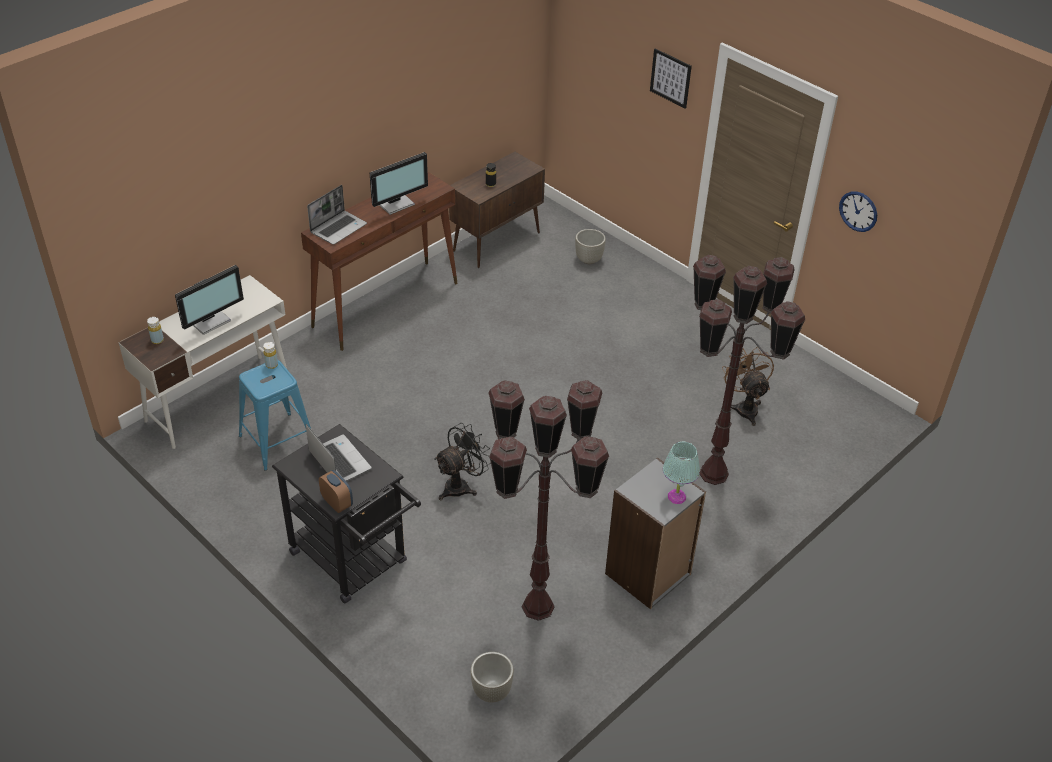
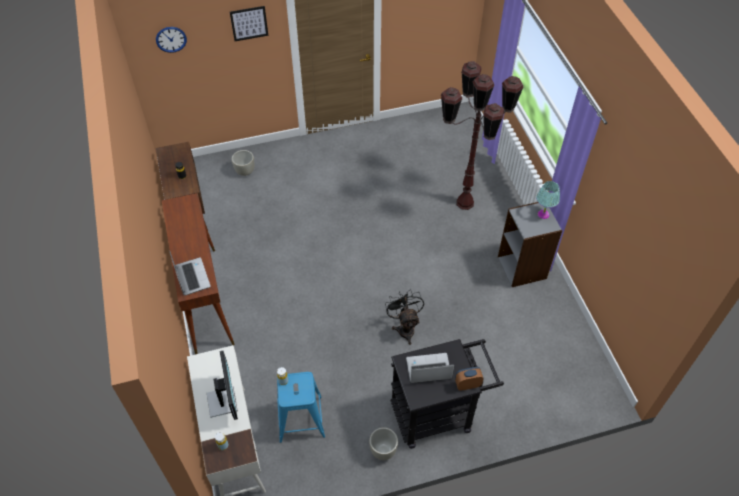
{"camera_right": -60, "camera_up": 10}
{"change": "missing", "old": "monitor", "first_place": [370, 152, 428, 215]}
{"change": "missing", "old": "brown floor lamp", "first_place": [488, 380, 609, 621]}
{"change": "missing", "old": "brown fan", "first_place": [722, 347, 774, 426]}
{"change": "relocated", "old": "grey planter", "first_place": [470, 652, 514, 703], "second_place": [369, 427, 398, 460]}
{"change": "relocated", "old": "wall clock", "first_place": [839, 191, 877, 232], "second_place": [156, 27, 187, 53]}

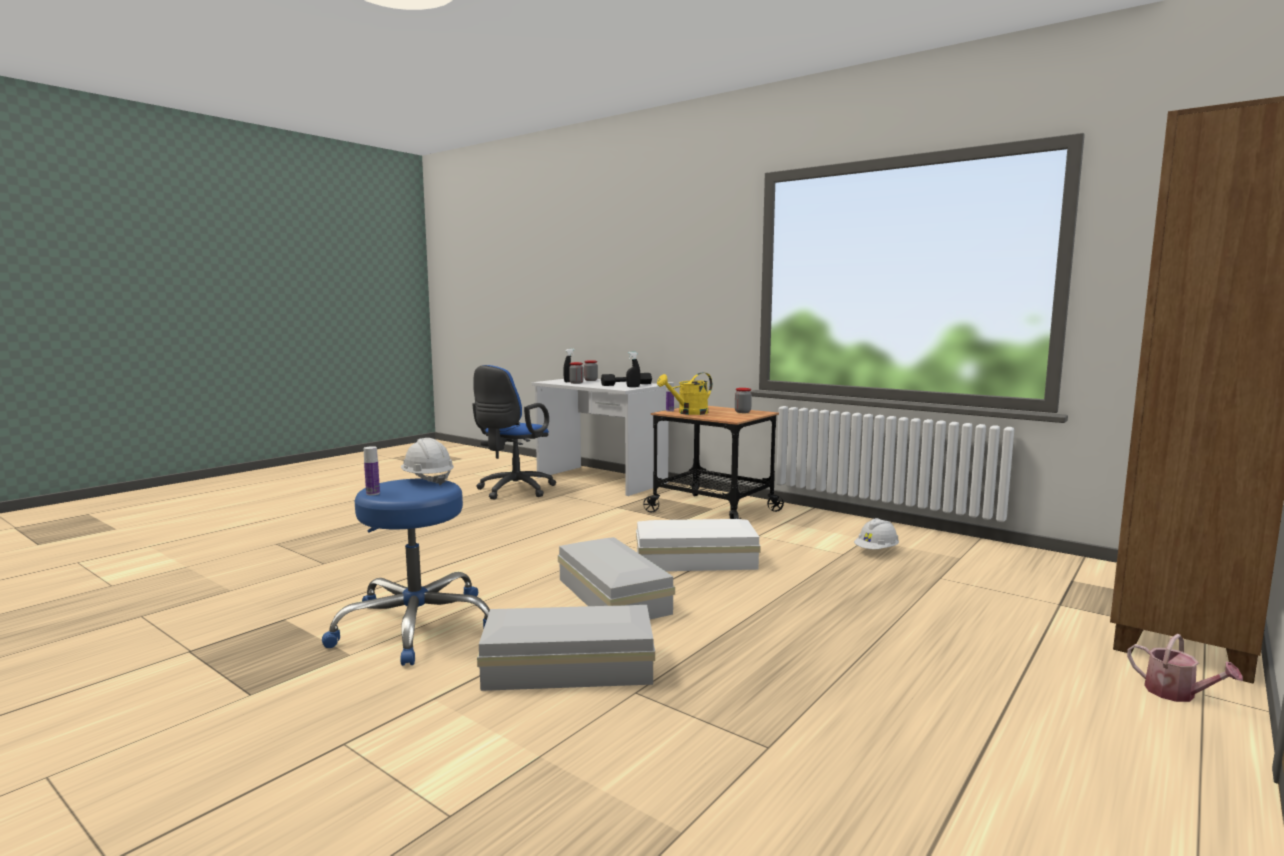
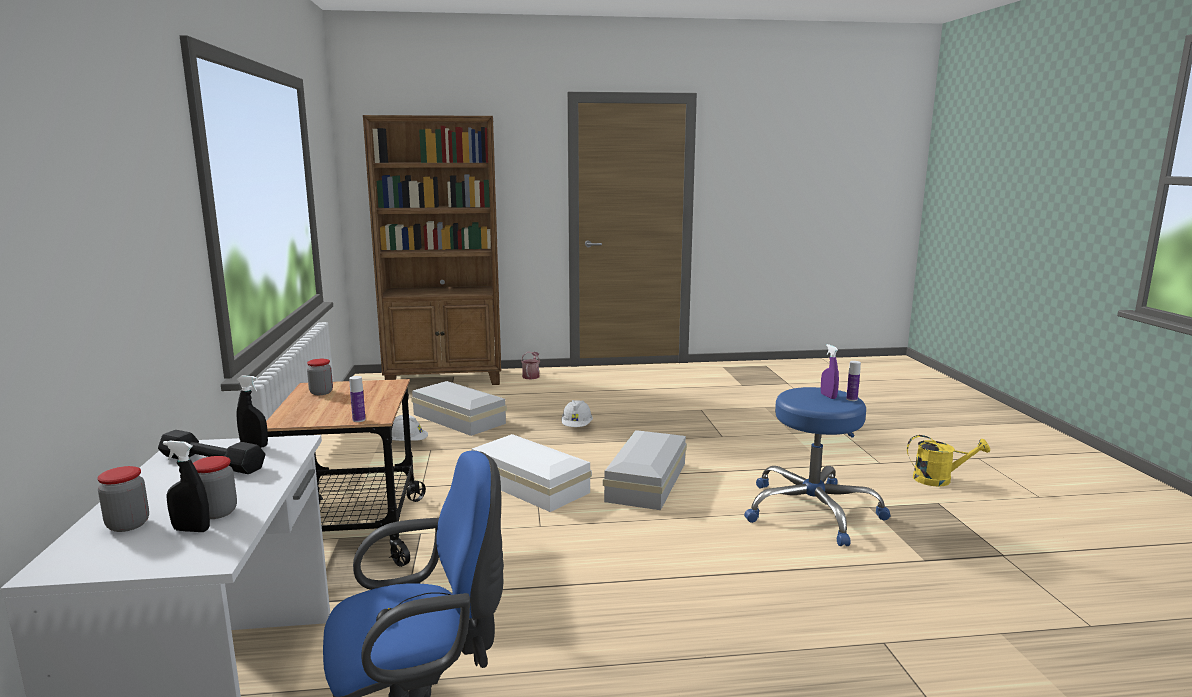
{"camera_right": -135, "camera_up": 5}
{"change": "appeared", "new": "purple spray bottle", "second_place": [821, 344, 839, 399]}
{"change": "relocated", "old": "white hard hat", "first_place": [401, 438, 454, 485], "second_place": [561, 400, 593, 427]}
{"change": "relocated", "old": "white storage box", "first_place": [477, 605, 655, 691], "second_place": [411, 381, 507, 436]}
{"change": "relocated", "old": "yellow watering can", "first_place": [657, 372, 712, 415], "second_place": [907, 435, 990, 487]}

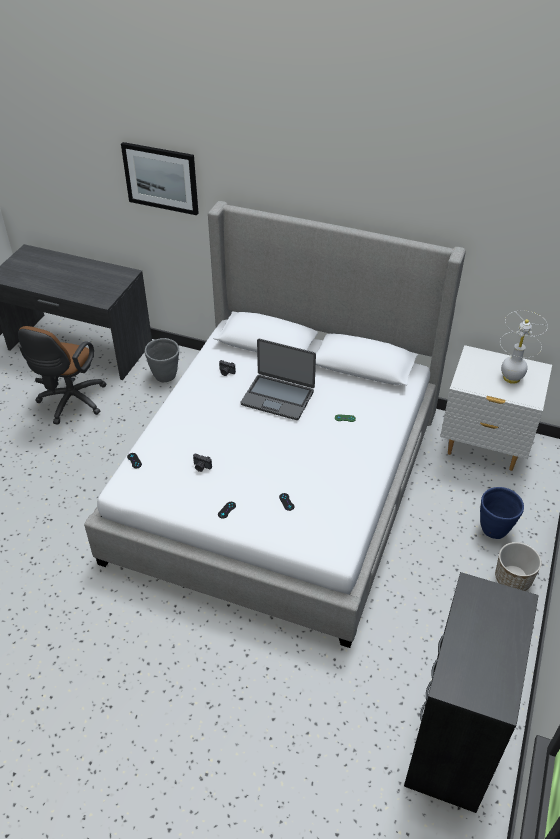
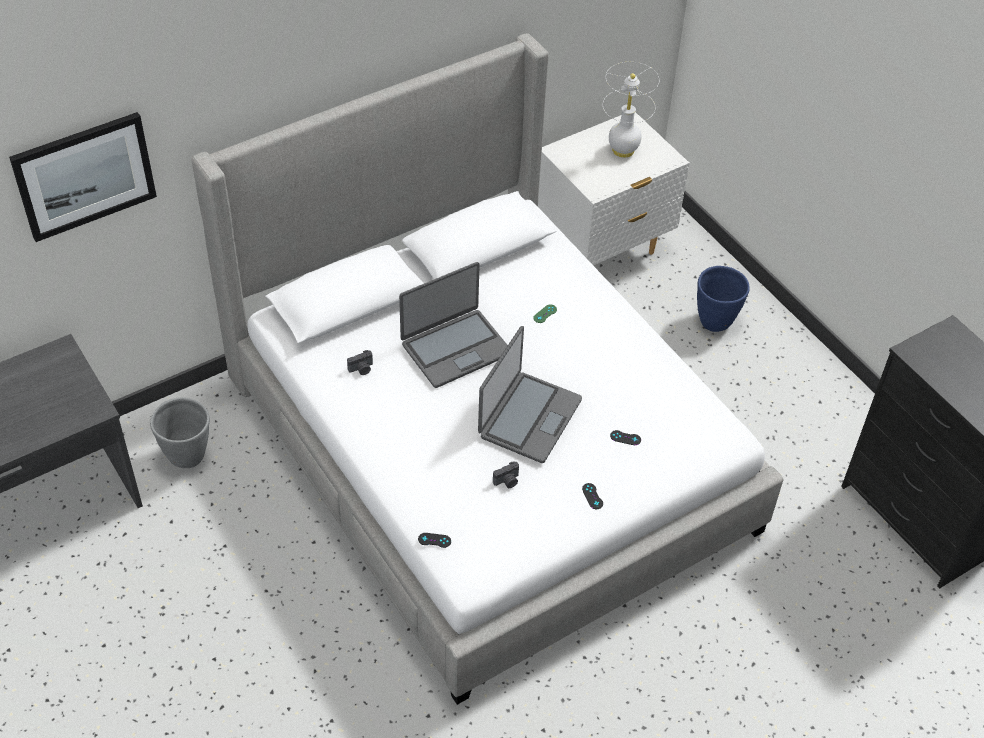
{"camera_right": -55, "camera_up": 5}
{"change": "missing", "old": "brown office chair", "first_place": [18, 326, 106, 425]}
{"change": "missing", "old": "planter", "first_place": [495, 542, 541, 591]}
{"change": "appeared", "new": "laptop", "second_place": [478, 326, 582, 463]}

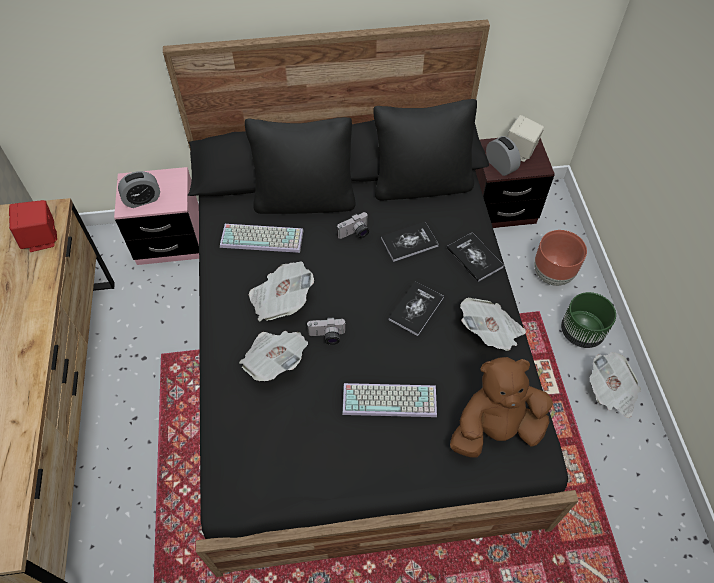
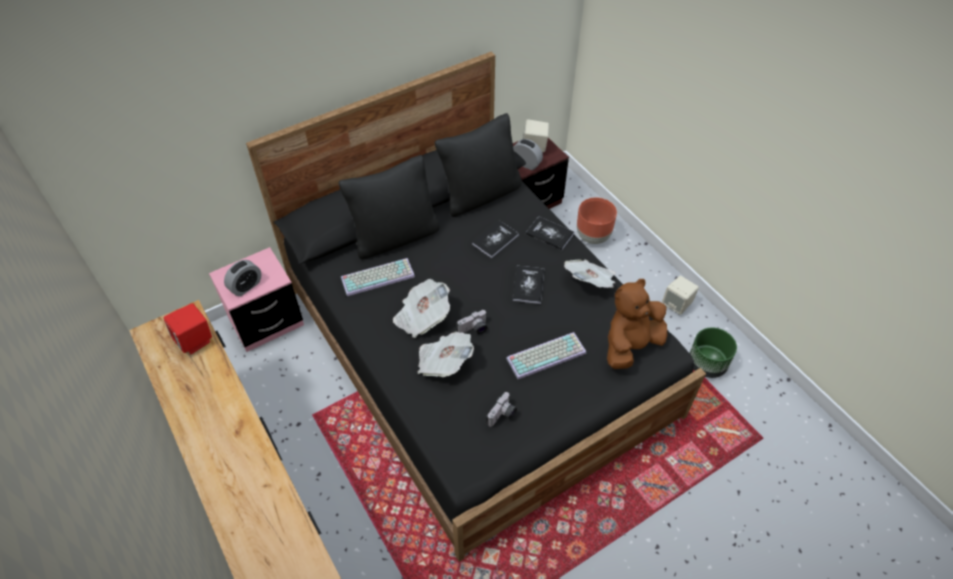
{"camera_right": -25, "camera_up": -5}
{"change": "relocated", "old": "photo camera", "first_place": [337, 212, 369, 239], "second_place": [486, 392, 517, 427]}
{"change": "relocated", "old": "green planter", "first_place": [561, 292, 616, 348], "second_place": [690, 327, 737, 378]}
{"change": "exchanged", "old": "newspaper", "new": "beige speaker", "first_place": [590, 352, 641, 418], "second_place": [662, 276, 699, 315]}

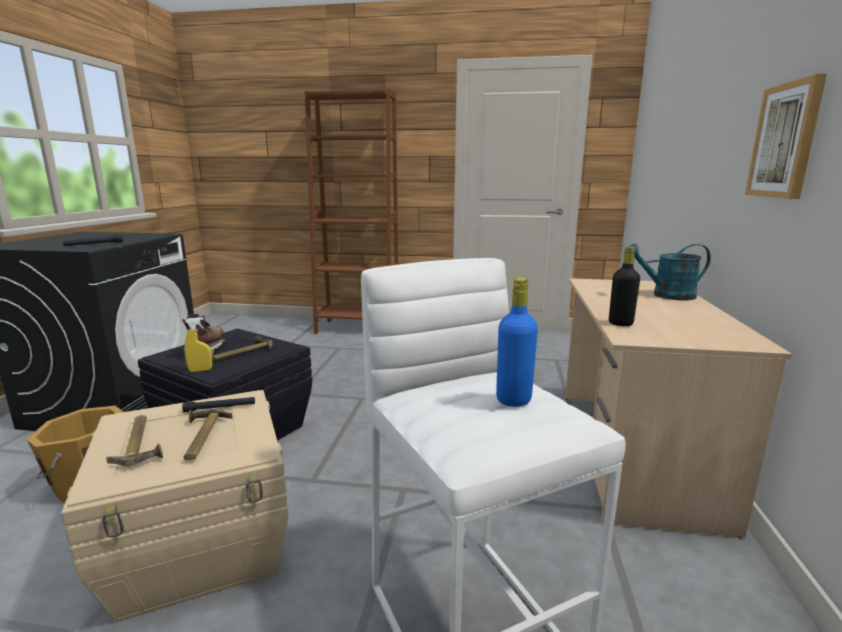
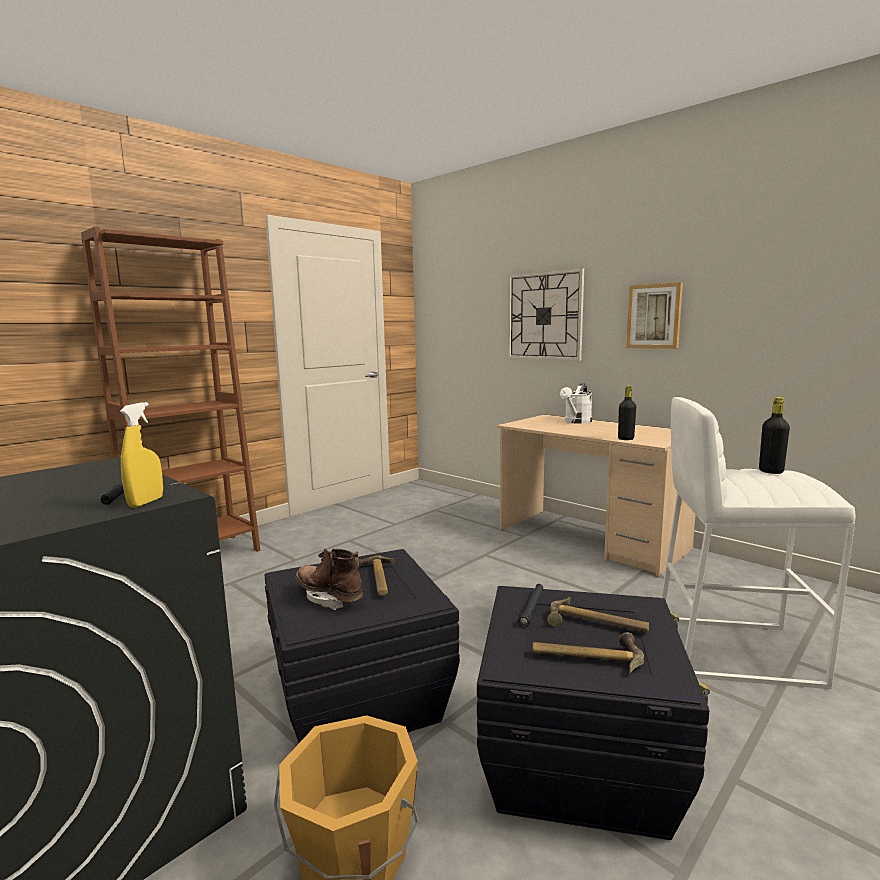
{"camera_right": -55, "camera_up": -5}
{"change": "appeared", "new": "wall clock", "second_place": [508, 268, 584, 361]}
{"change": "relocated", "old": "yellow spray bottle", "first_place": [184, 317, 212, 372], "second_place": [120, 402, 163, 507]}
{"change": "colour", "old": "beige storage box", "new": "black storage box", "first_place": [61, 390, 288, 622], "second_place": [477, 586, 710, 840]}
{"change": "colour", "old": "blue bottle", "new": "black bottle", "first_place": [496, 277, 538, 407], "second_place": [759, 397, 790, 474]}
{"change": "colour", "old": "turquoise watering can", "new": "white watering can", "first_place": [624, 244, 711, 300], "second_place": [560, 383, 592, 424]}

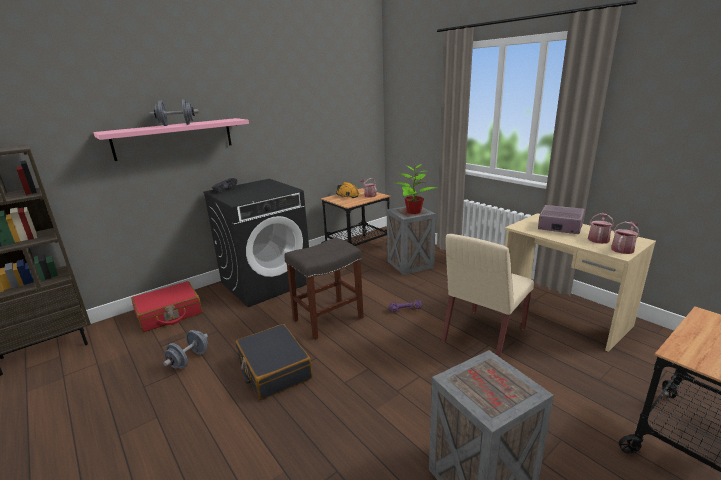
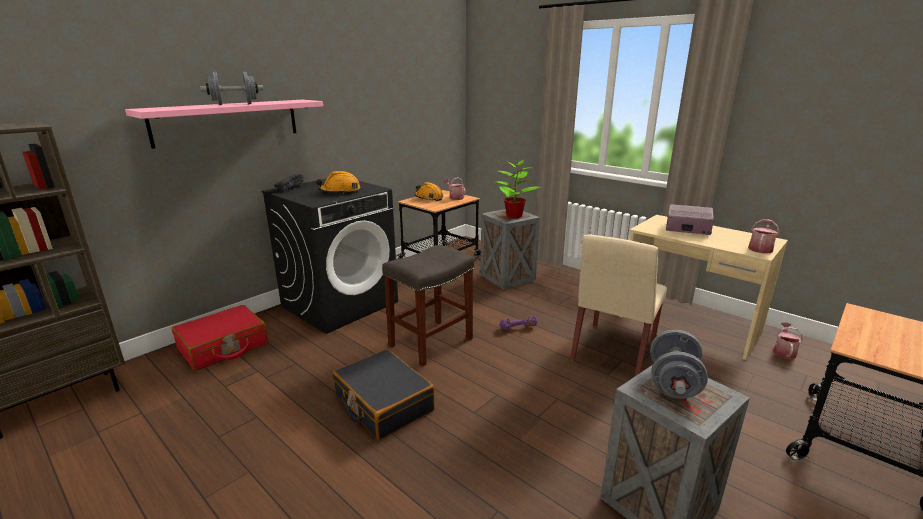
{"camera_right": -10, "camera_up": 0}
{"change": "appeared", "new": "orange hard hat", "second_place": [316, 171, 361, 194]}
{"change": "relocated", "old": "grey dumbbell", "first_place": [163, 330, 208, 369], "second_place": [650, 330, 708, 399]}
{"change": "relocated", "old": "watering can", "first_place": [588, 213, 614, 244], "second_place": [773, 322, 803, 359]}

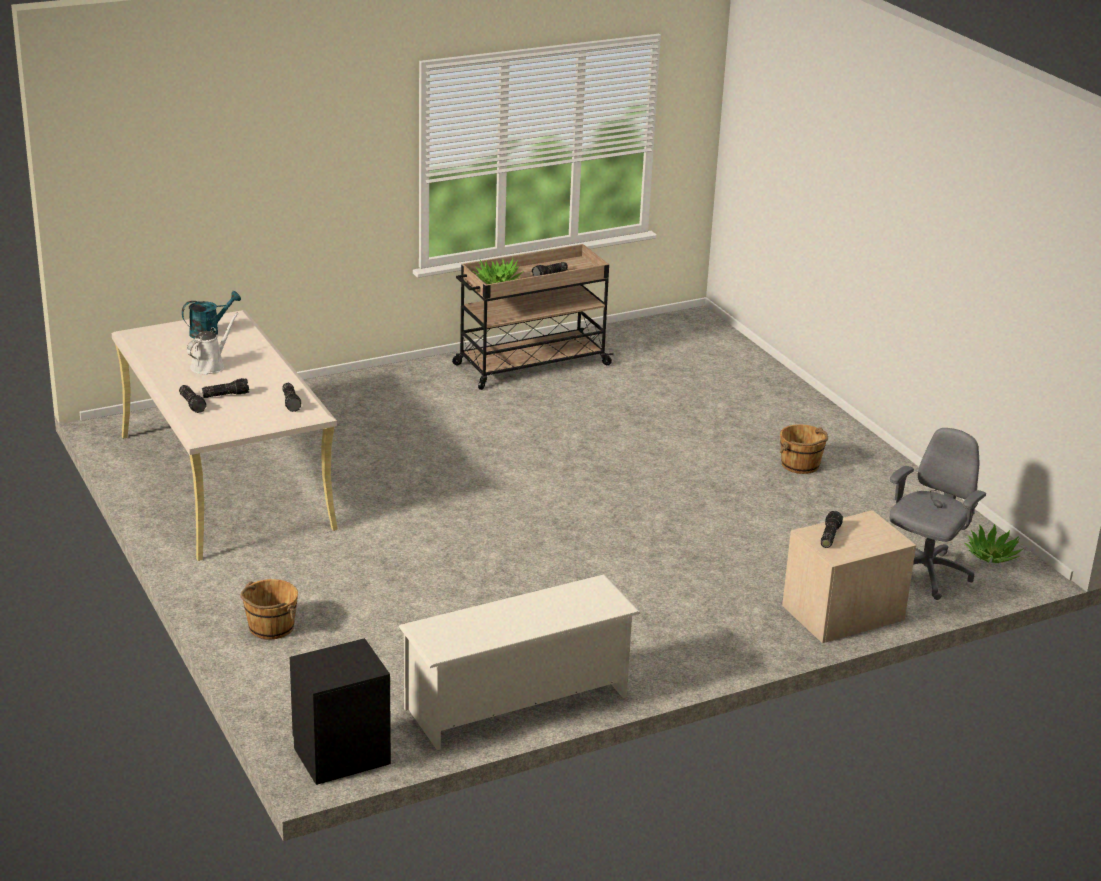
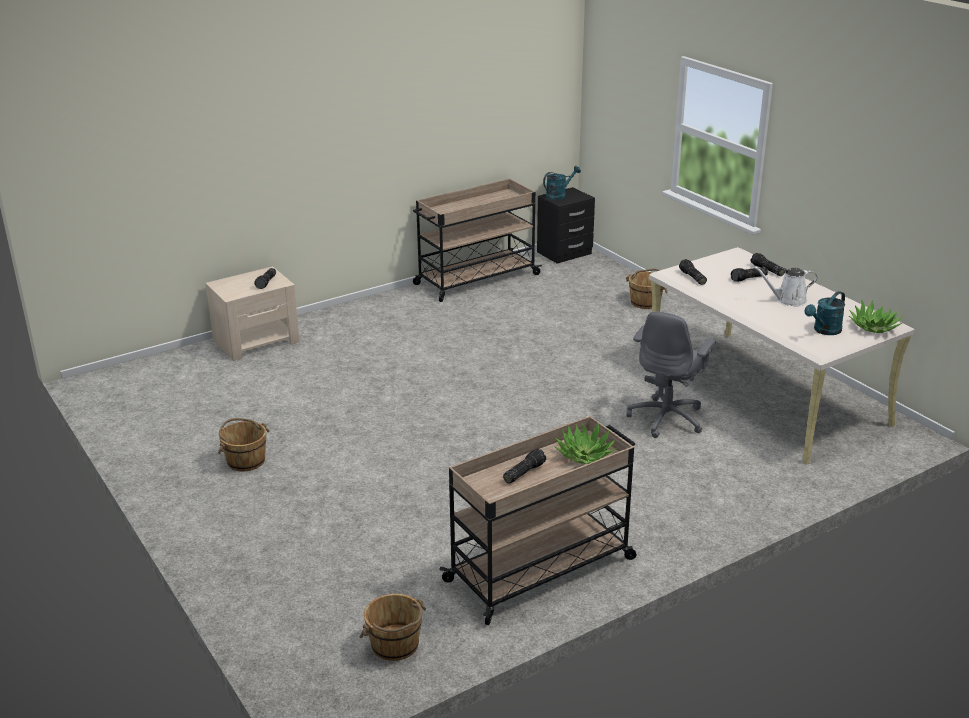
{"camera_right": 175, "camera_up": 0}
{"change": "appeared", "new": "brown bucket", "second_place": [360, 594, 426, 661]}
{"change": "appeared", "new": "turquoise watering can", "second_place": [543, 166, 581, 200]}
{"change": "relocated", "old": "grey office chair", "first_place": [889, 428, 986, 600], "second_place": [626, 311, 716, 438]}
{"change": "relocated", "old": "potted plant", "first_place": [965, 524, 1023, 563], "second_place": [849, 299, 902, 333]}
{"change": "exchanged", "old": "white shoe rack", "new": "beige cart", "first_place": [399, 574, 641, 750], "second_place": [413, 179, 542, 302]}
{"change": "spun", "old": "white watering can", "first_place": [187, 313, 239, 374], "second_place": [754, 266, 817, 306], "degrees": 60}

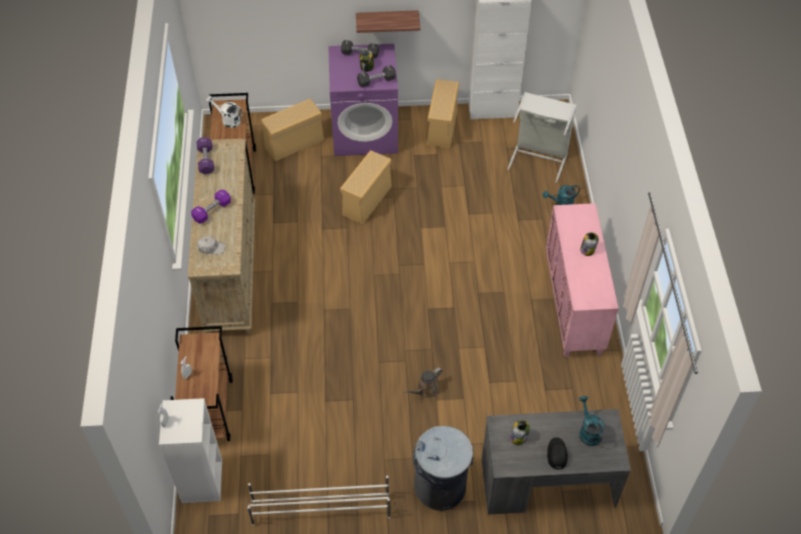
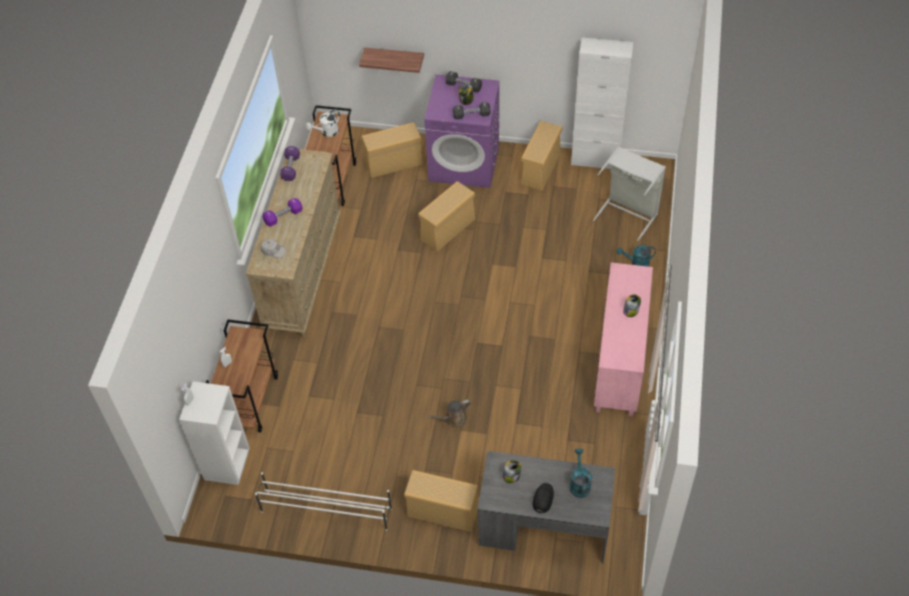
{"camera_right": 15, "camera_up": 0}
{"change": "relocated", "old": "shelf", "first_place": [356, 10, 421, 33], "second_place": [359, 48, 424, 73]}
{"change": "exchanged", "old": "grey trash can", "new": "beige storage box", "first_place": [413, 426, 473, 511], "second_place": [404, 470, 478, 532]}
{"change": "spun", "old": "white watering can", "first_place": [206, 96, 243, 128], "second_place": [306, 109, 340, 137], "degrees": -75}

